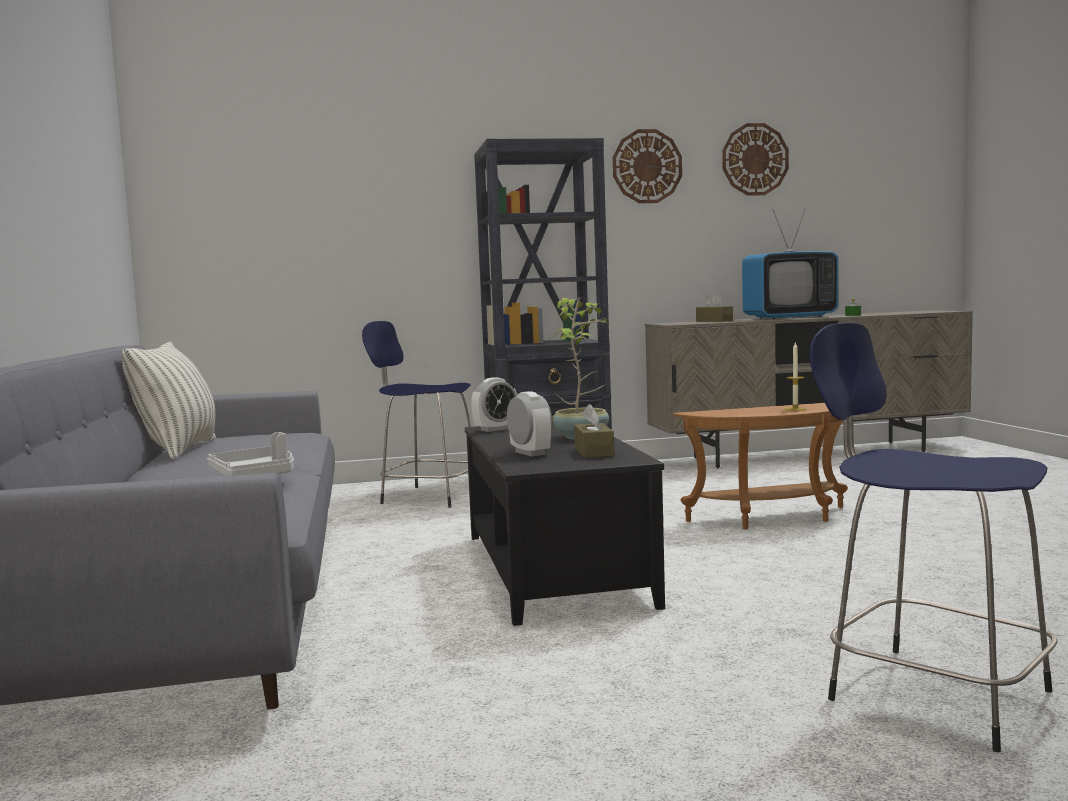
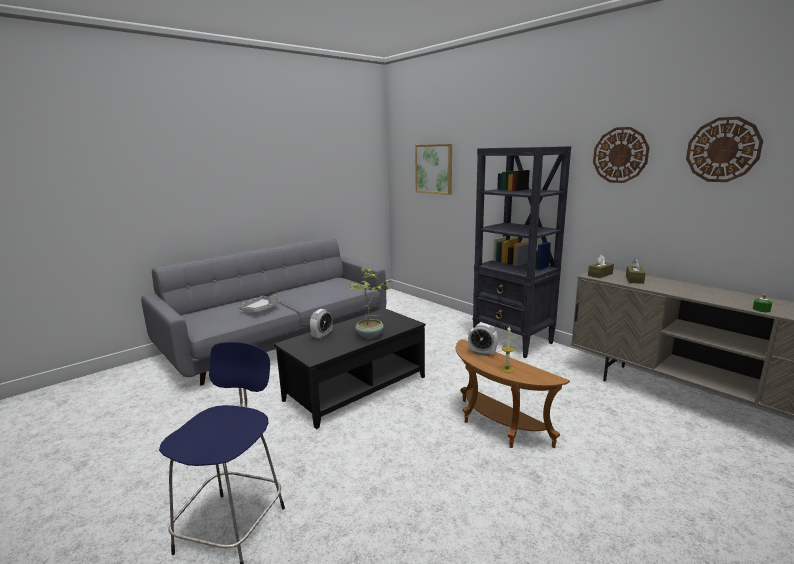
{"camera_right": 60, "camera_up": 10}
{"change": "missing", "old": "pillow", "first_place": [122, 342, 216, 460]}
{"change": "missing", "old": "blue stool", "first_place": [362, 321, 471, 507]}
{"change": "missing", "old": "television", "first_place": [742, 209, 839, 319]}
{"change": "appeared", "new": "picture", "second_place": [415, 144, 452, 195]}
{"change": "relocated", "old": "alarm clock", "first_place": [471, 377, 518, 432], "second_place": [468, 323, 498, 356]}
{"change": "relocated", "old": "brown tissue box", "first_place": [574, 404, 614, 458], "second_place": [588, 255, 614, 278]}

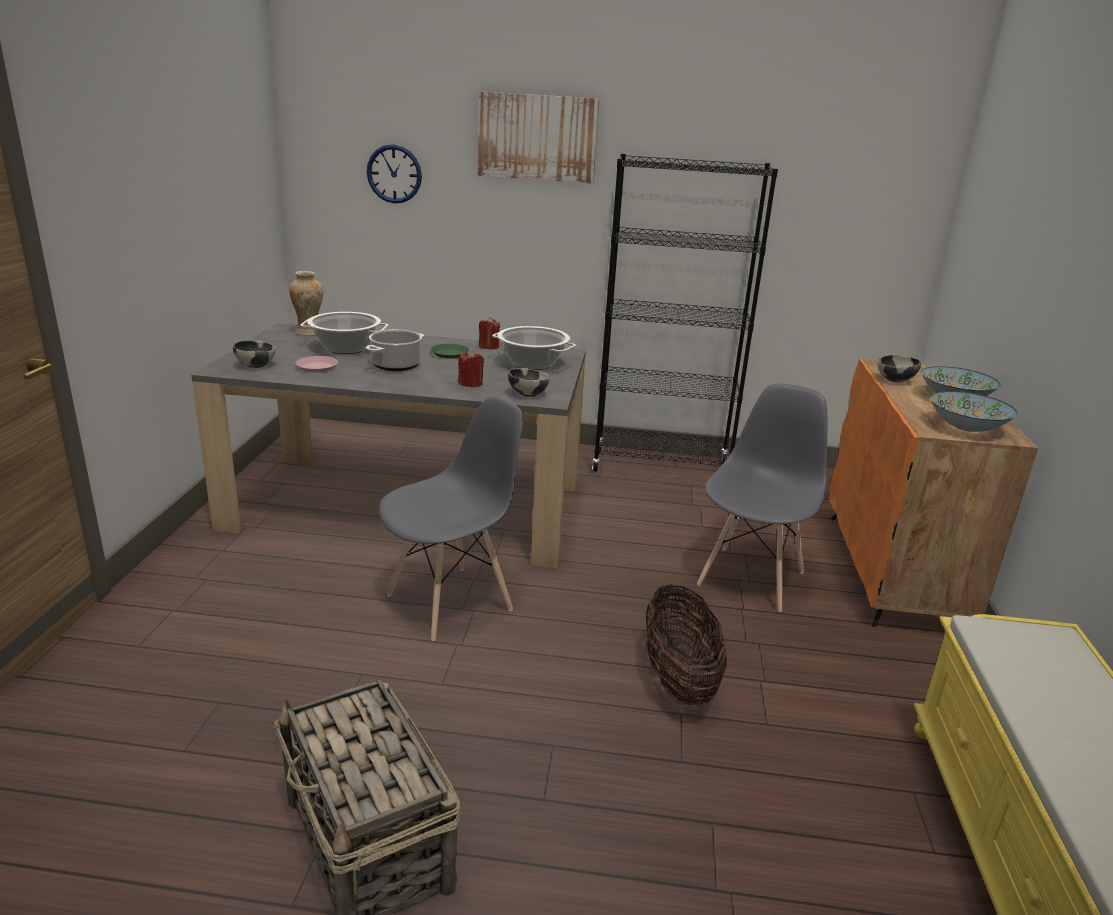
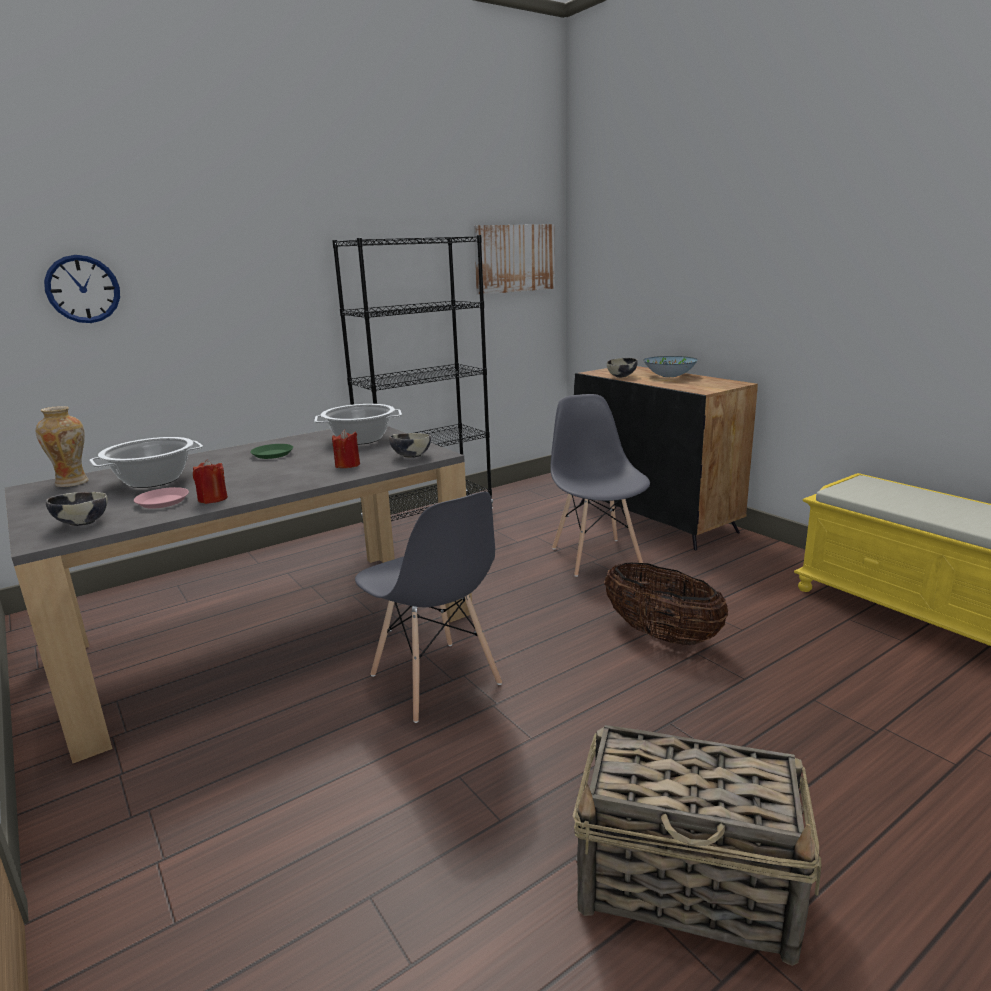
{"camera_right": -40, "camera_up": -5}
{"change": "missing", "old": "cooking pot", "first_place": [366, 329, 424, 371]}
{"change": "missing", "old": "bowl", "first_place": [930, 391, 1018, 432]}
{"change": "relocated", "old": "picture", "first_place": [478, 91, 599, 184], "second_place": [474, 224, 555, 295]}
{"change": "relocated", "old": "red candle", "first_place": [479, 317, 500, 349], "second_place": [193, 459, 228, 504]}
{"change": "colour", "old": "orange cabinet", "new": "black cabinet", "first_place": [829, 359, 1038, 627], "second_place": [574, 366, 758, 550]}
{"change": "spun", "old": "grey chair", "first_place": [379, 396, 523, 641], "second_place": [355, 492, 502, 723], "degrees": 135}

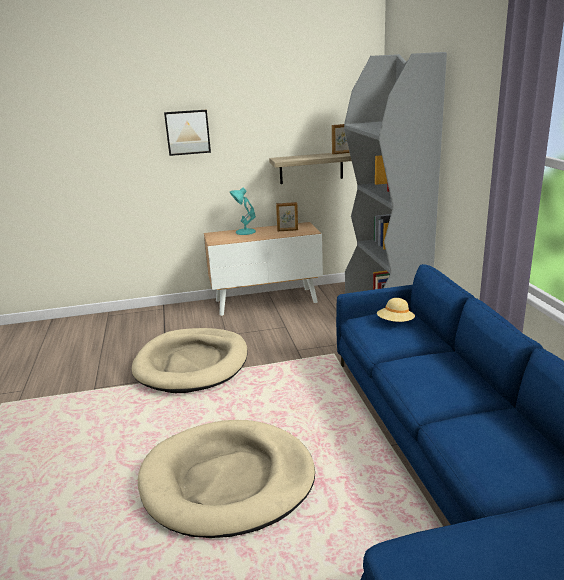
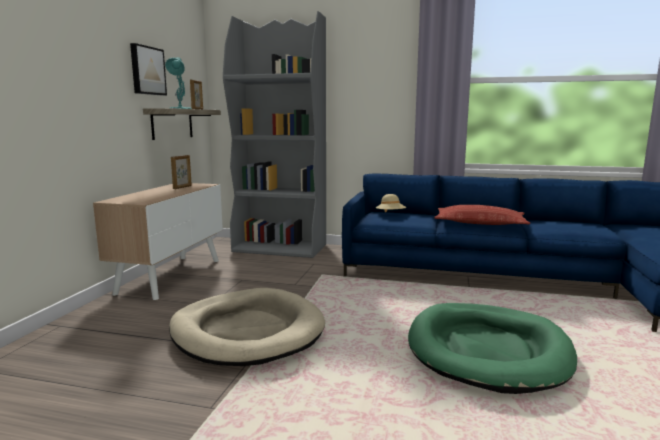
{"camera_right": -65, "camera_up": -10}
{"change": "appeared", "new": "pillow", "second_place": [434, 205, 530, 225]}
{"change": "relocated", "old": "picture", "first_place": [164, 110, 211, 156], "second_place": [130, 43, 167, 96]}
{"change": "relocated", "old": "turquoise table lamp", "first_place": [230, 188, 256, 235], "second_place": [165, 57, 192, 109]}
{"change": "colour", "old": "beige dog bed", "new": "green dog bed", "first_place": [138, 420, 315, 538], "second_place": [408, 303, 577, 394]}

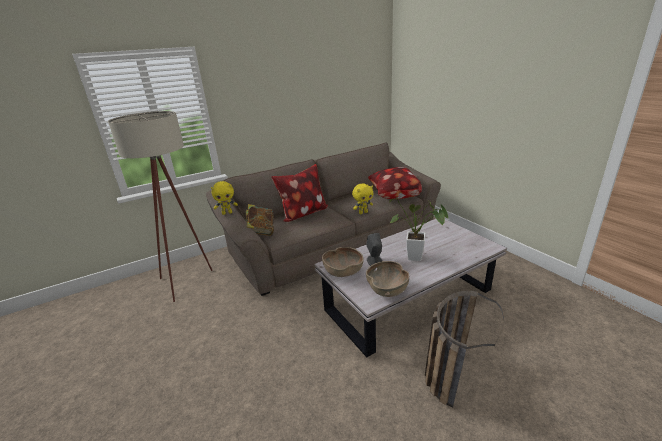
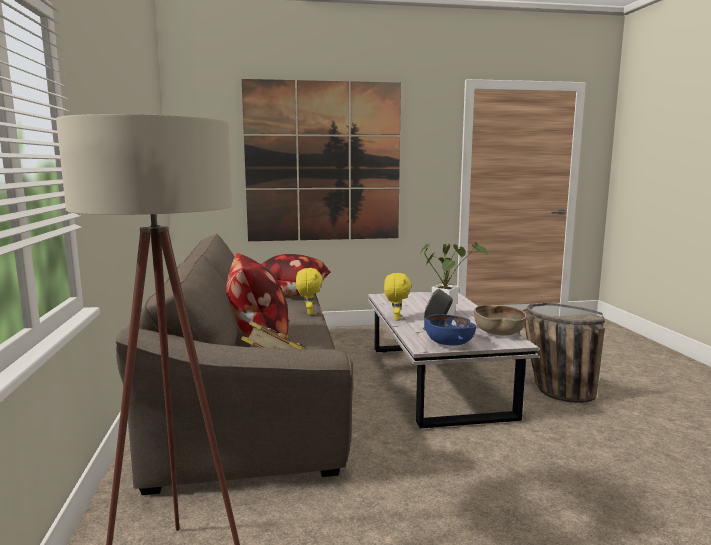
{"camera_right": -70, "camera_up": -15}
{"change": "appeared", "new": "picture", "second_place": [242, 79, 401, 241]}
{"change": "relocated", "old": "yellow plush toy", "first_place": [211, 181, 238, 215], "second_place": [384, 273, 411, 321]}
{"change": "colour", "old": "brown bowl", "new": "blue bowl", "first_place": [322, 247, 364, 277], "second_place": [424, 314, 476, 346]}

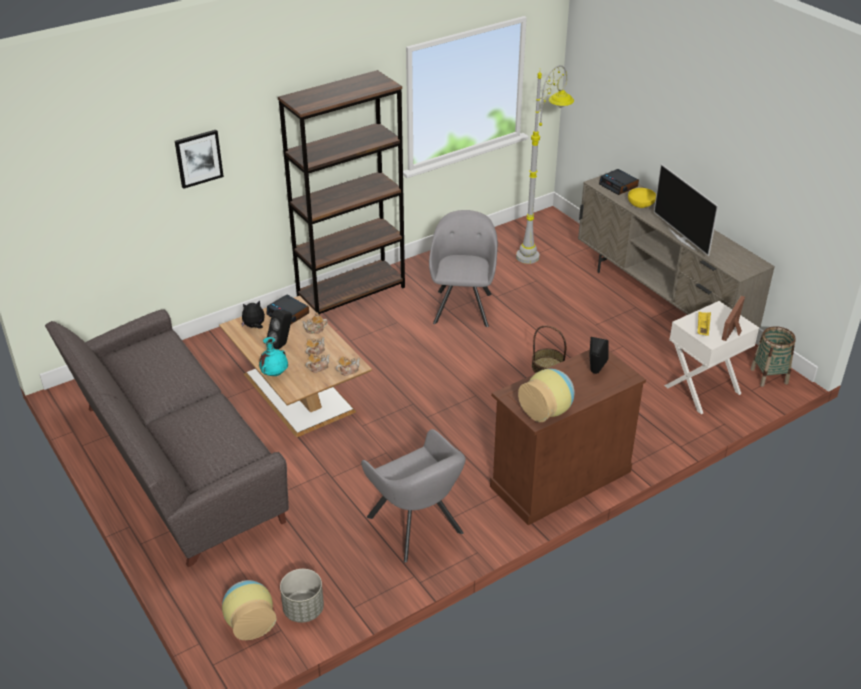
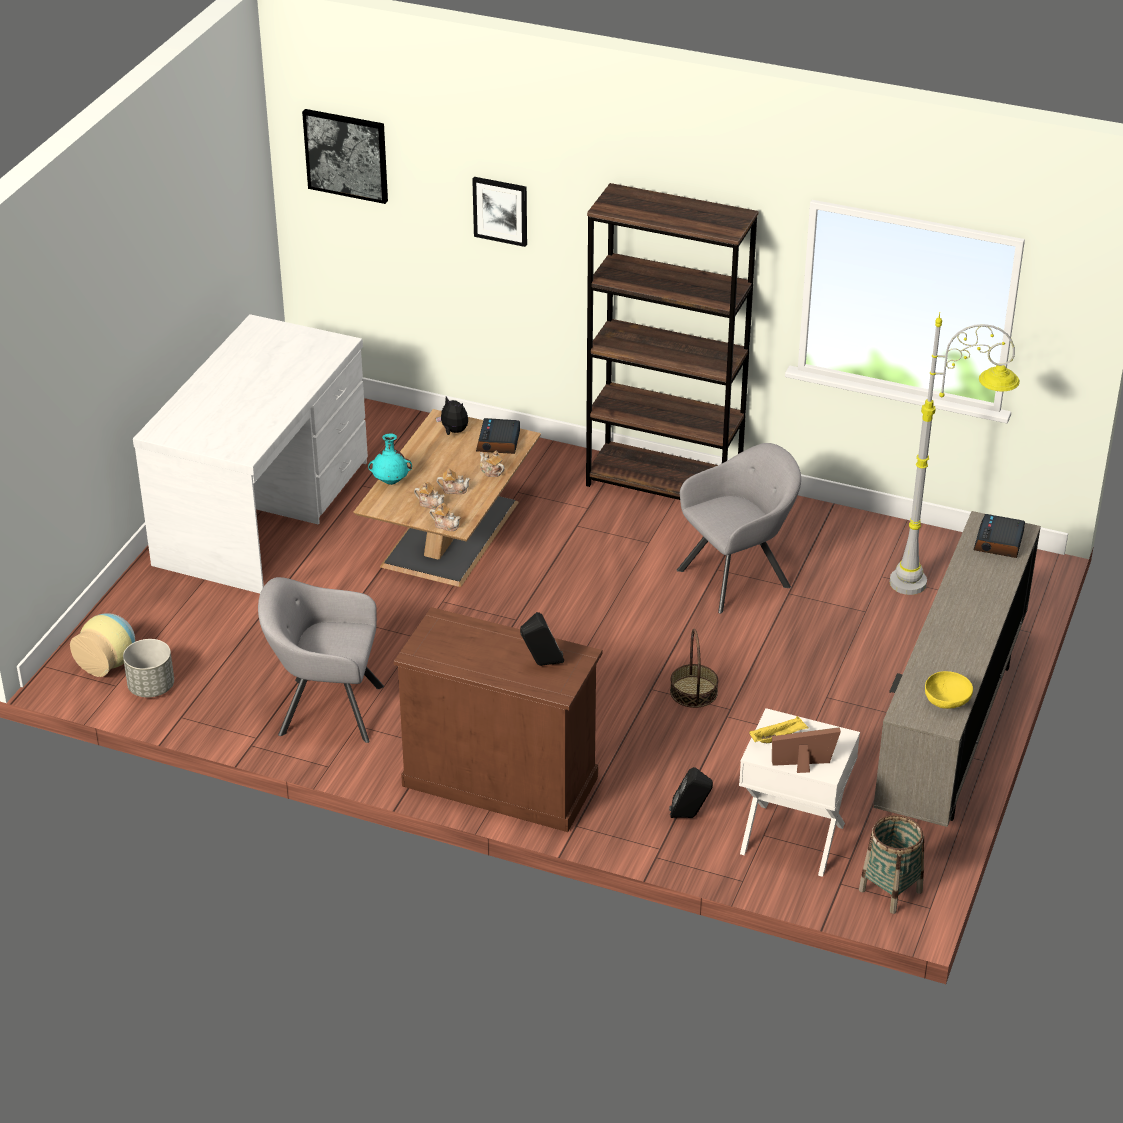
{"camera_right": 55, "camera_up": 0}
{"change": "missing", "old": "vase", "first_place": [518, 369, 575, 422]}
{"change": "missing", "old": "television", "first_place": [654, 164, 718, 256]}
{"change": "appeared", "new": "picture", "second_place": [302, 109, 388, 204]}
{"change": "relocated", "old": "black speaker", "first_place": [267, 310, 292, 350], "second_place": [669, 767, 713, 818]}
{"change": "relocated", "old": "yellow bowl", "first_place": [628, 188, 656, 208], "second_place": [925, 671, 973, 709]}
{"change": "exchanged", "old": "grey sofa", "new": "white desk", "first_place": [45, 309, 289, 567], "second_place": [133, 314, 368, 594]}
{"change": "spun", "old": "grey armchair", "first_place": [361, 429, 466, 563], "second_place": [258, 577, 384, 743], "degrees": 75}

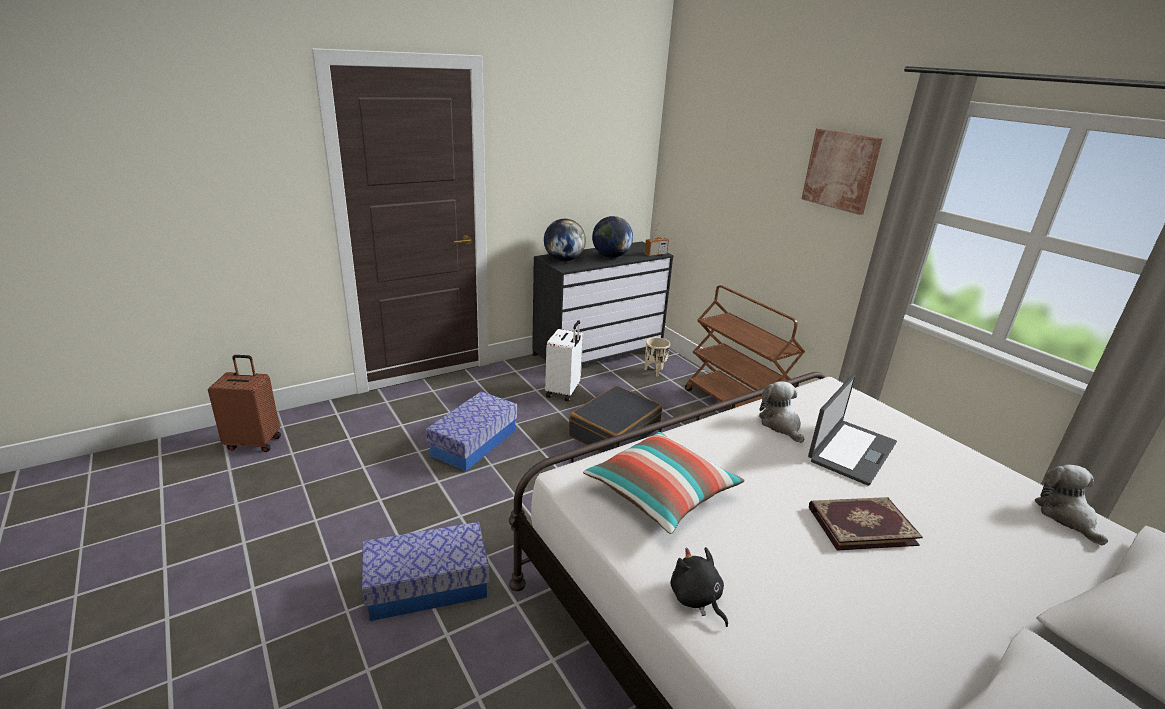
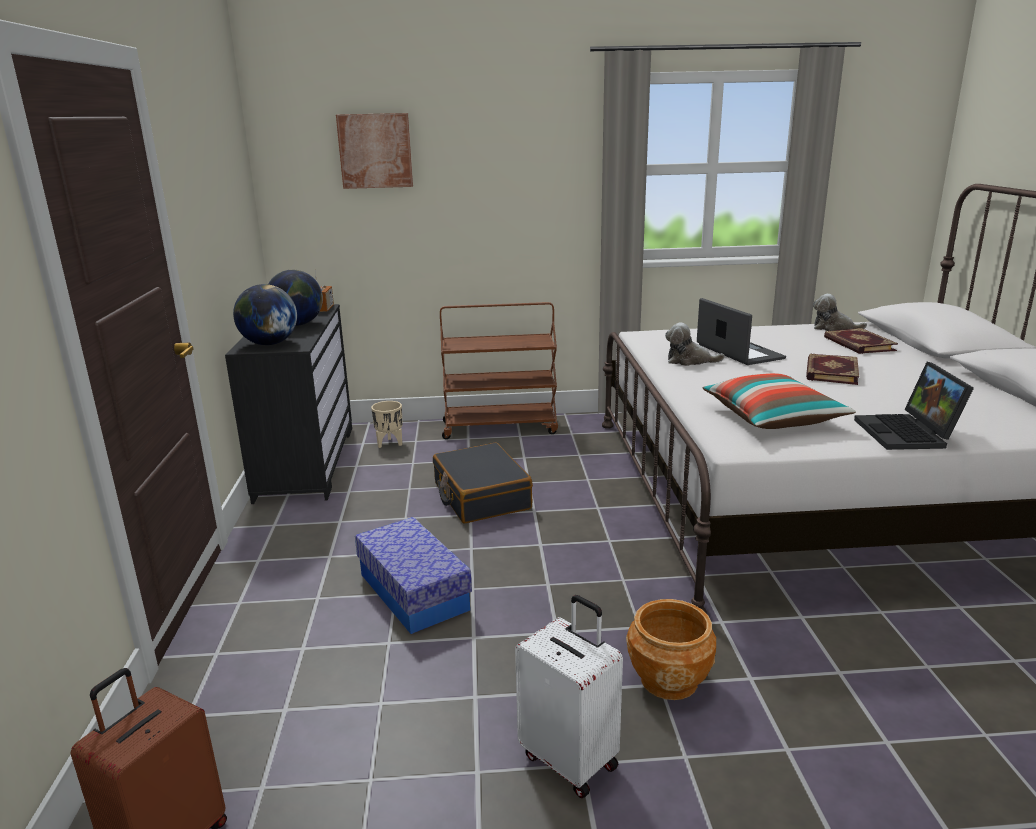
{"camera_right": -60, "camera_up": -5}
{"change": "appeared", "new": "book", "second_place": [824, 328, 898, 354]}
{"change": "relocated", "old": "white suitcase", "first_place": [545, 321, 583, 402], "second_place": [515, 595, 623, 798]}
{"change": "relocated", "old": "picture", "first_place": [802, 128, 883, 215], "second_place": [336, 113, 413, 189]}
{"change": "exchanged", "old": "storage box", "new": "brown planter", "first_place": [362, 522, 490, 621], "second_place": [626, 599, 716, 700]}
{"change": "exchanged", "old": "black plush toy", "new": "laptop", "first_place": [671, 547, 728, 627], "second_place": [854, 362, 974, 450]}

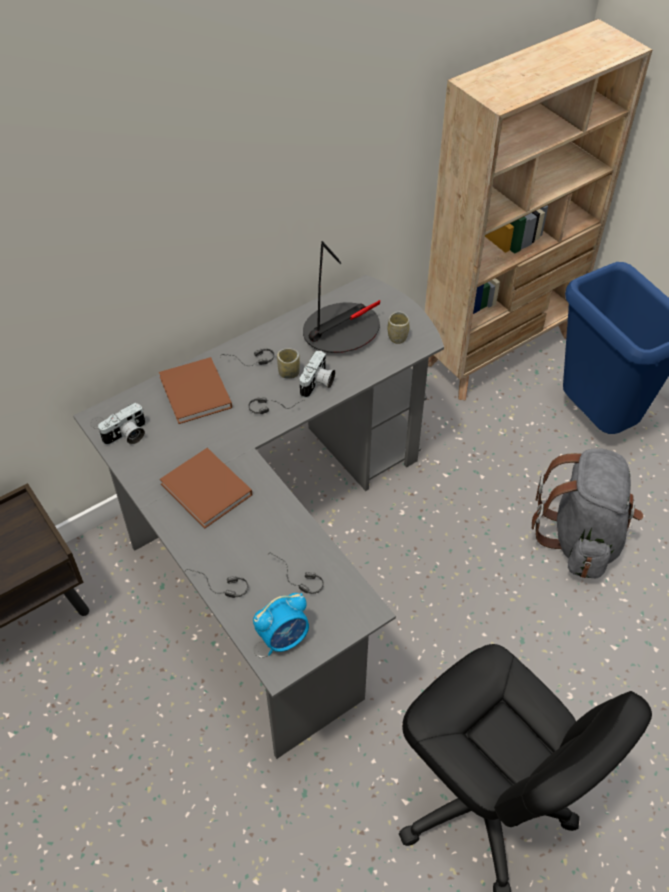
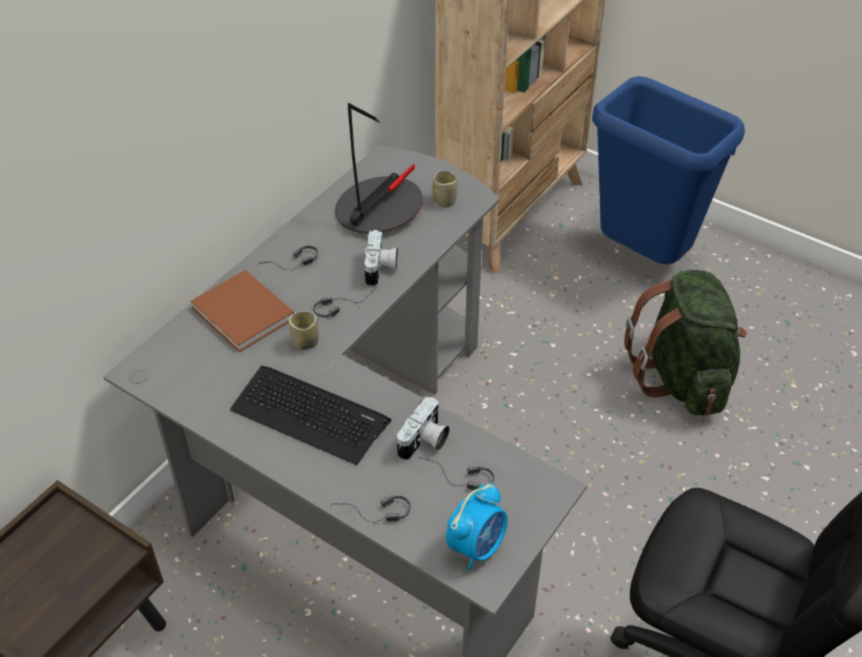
{"camera_right": -20, "camera_up": -5}
{"change": "relocated", "old": "photo camera", "first_place": [98, 403, 146, 445], "second_place": [397, 397, 450, 461]}
{"change": "relocated", "old": "cup", "first_place": [277, 348, 300, 379], "second_place": [288, 311, 318, 350]}
{"change": "exchanged", "old": "brown book", "new": "keyboard", "first_place": [160, 448, 252, 528], "second_place": [230, 365, 391, 465]}
{"change": "colour", "old": "grey backpack", "new": "green backpack", "first_place": [532, 448, 643, 578], "second_place": [624, 270, 747, 416]}

